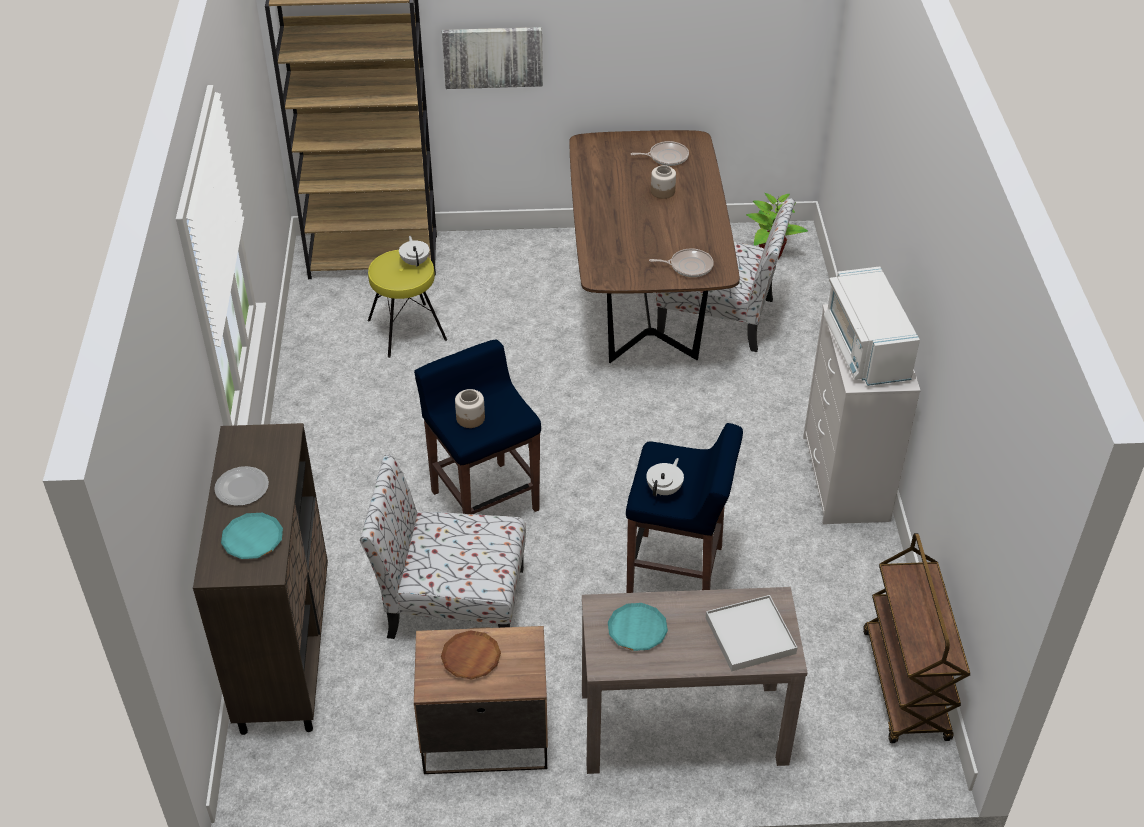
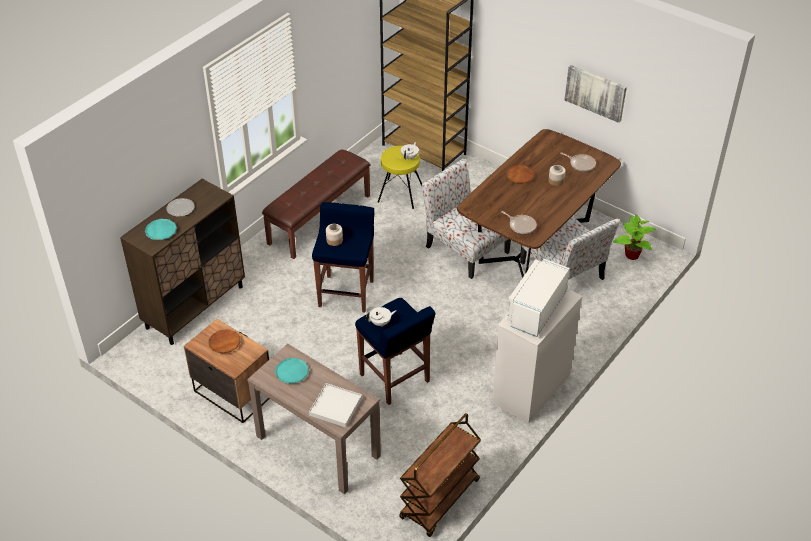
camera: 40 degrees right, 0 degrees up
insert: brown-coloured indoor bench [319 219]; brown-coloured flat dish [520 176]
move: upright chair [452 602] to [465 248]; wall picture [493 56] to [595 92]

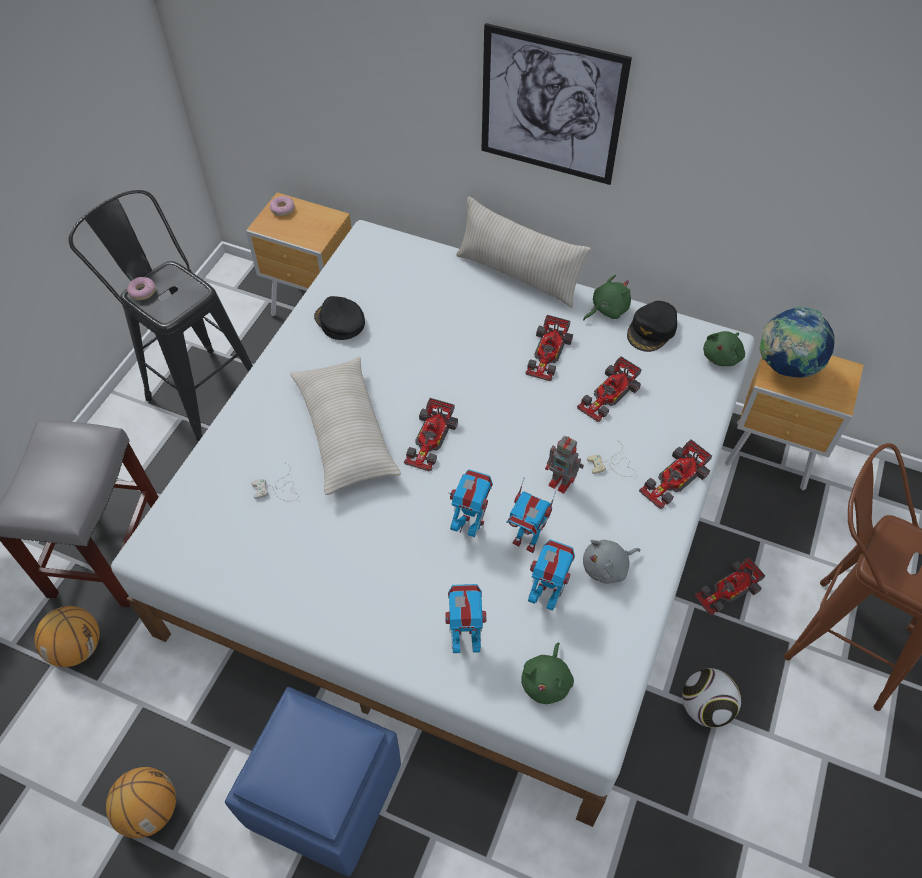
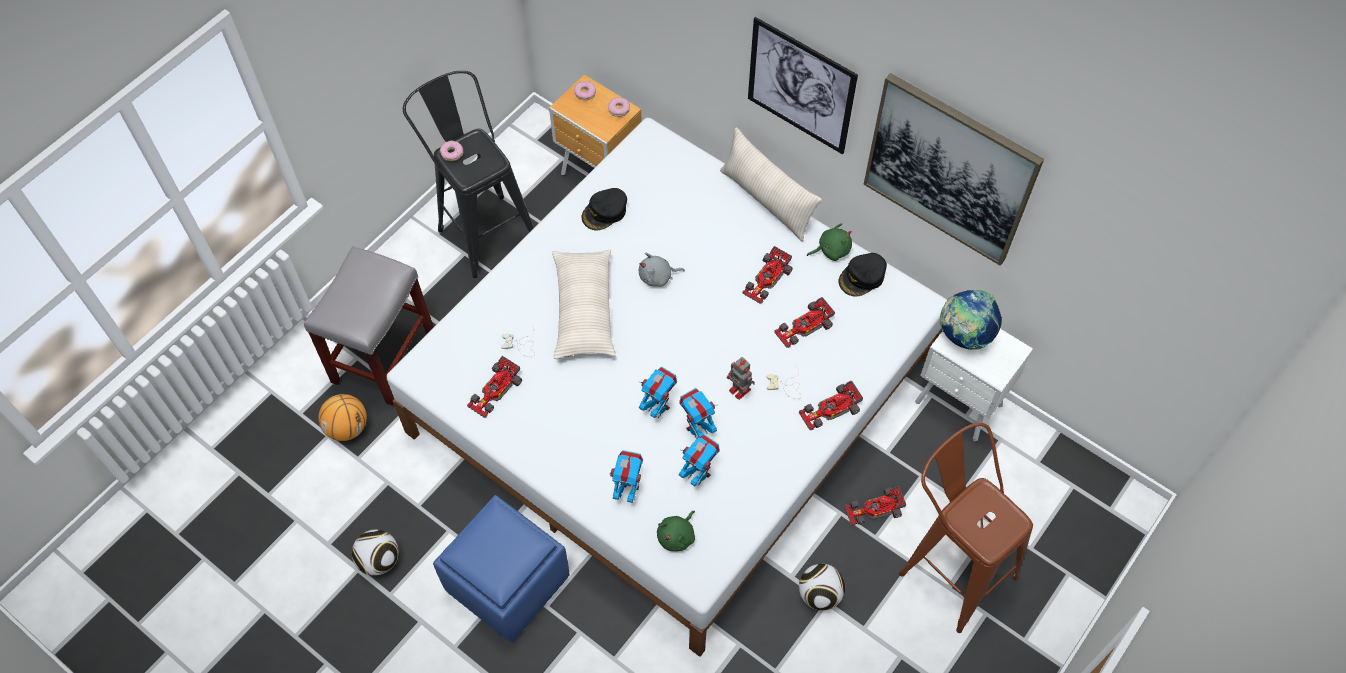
camera: 15 degrees right, 5 degrees up
delete: green-coloured cuddly toy [722 356]
insert: doughnut [619 109]; wall picture [949 169]
move: miniature car [430 440] to [495 390]; greyish cuddly toy [607 567] to [658 277]
replace: ball for basketball [150 810] to ball for football [379 560]
recolor: brown-coloured nightstand [771 458] to whitish nightstand [959 406]
rotate: blackish cap [340 322] = [605 212] 105 degrees counterclockwise; model robot [526 540] = [697 430] 105 degrees clockwise

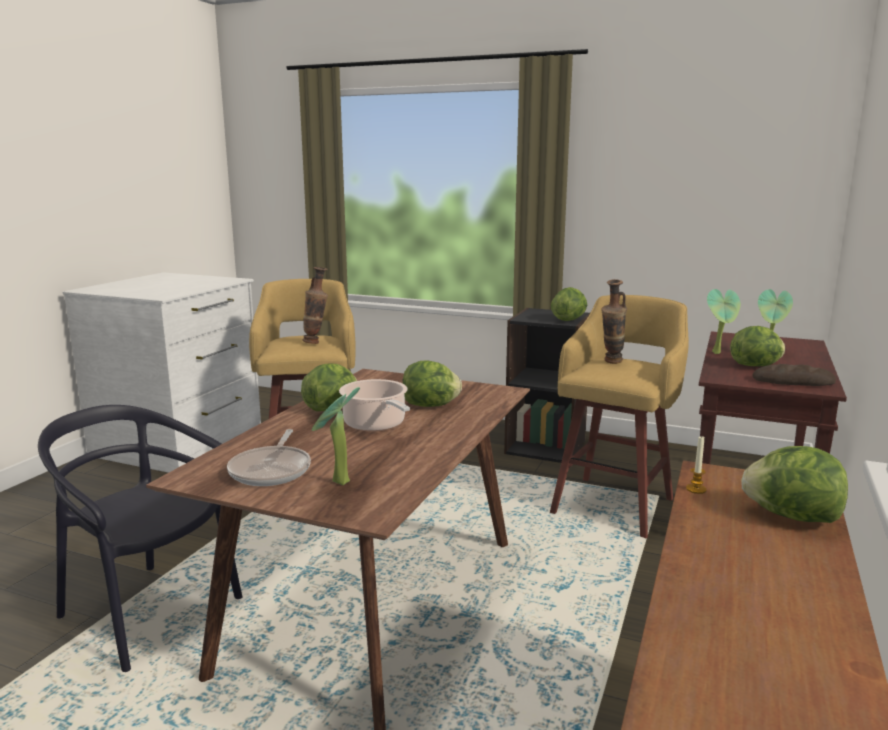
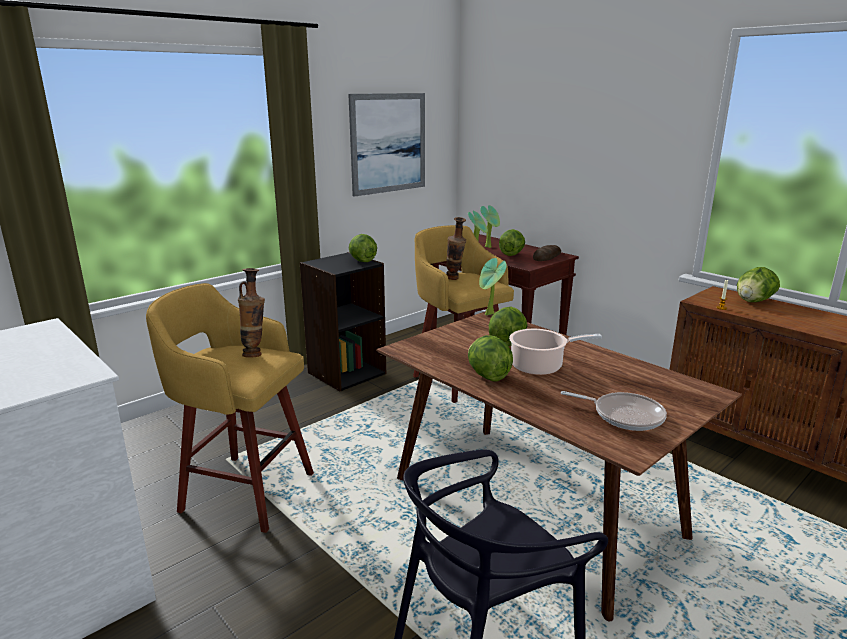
camera: 65 degrees left, 5 degrees up
insert: wall picture [388 143]
move: houseplant [337 483] to [489 315]

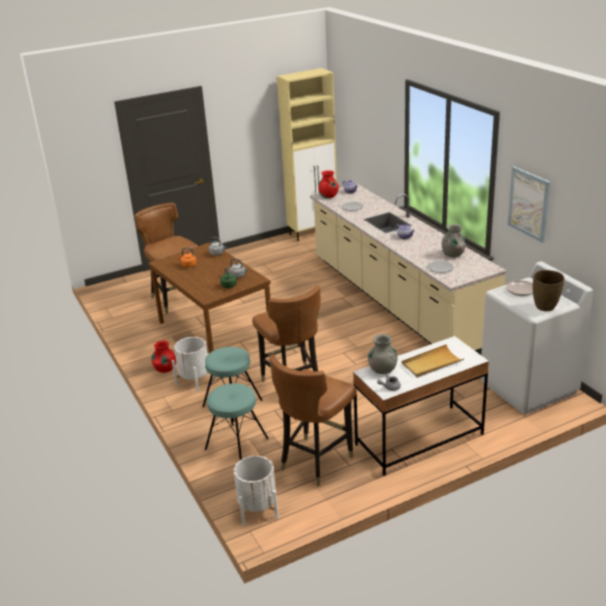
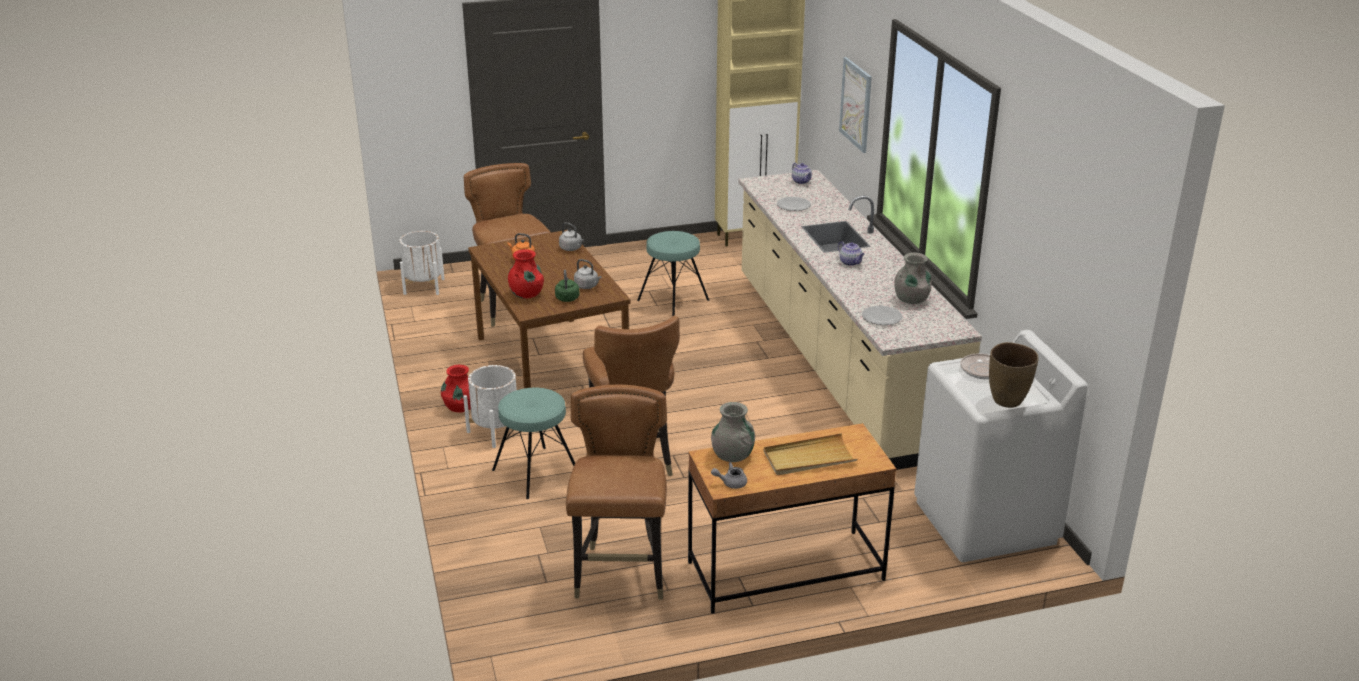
camera: 10 degrees right, 0 degrees up
move: blue-green sitting stool [236 444] to [673 300]; whitish flower pot [258 509] to [424 286]; red-coloured flower vase [328 196] to [526 294]; wall picture [529 204] to [856 104]
recolor: whitish desk table [419 439] to brown-coloured desk table [785 571]
rotate: brown-coloured upright chair [315 461] = [621 575] 135 degrees clockwise

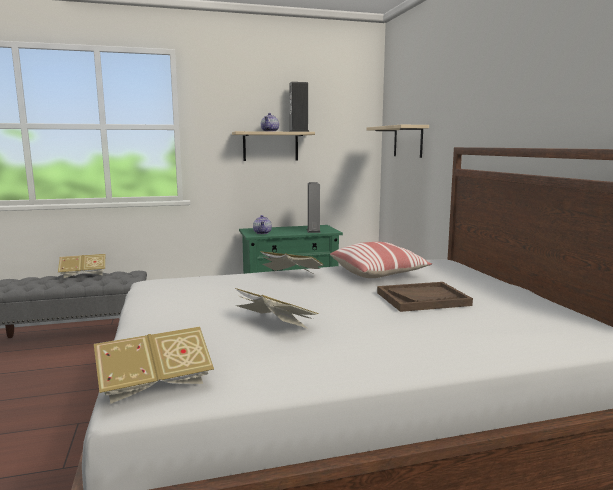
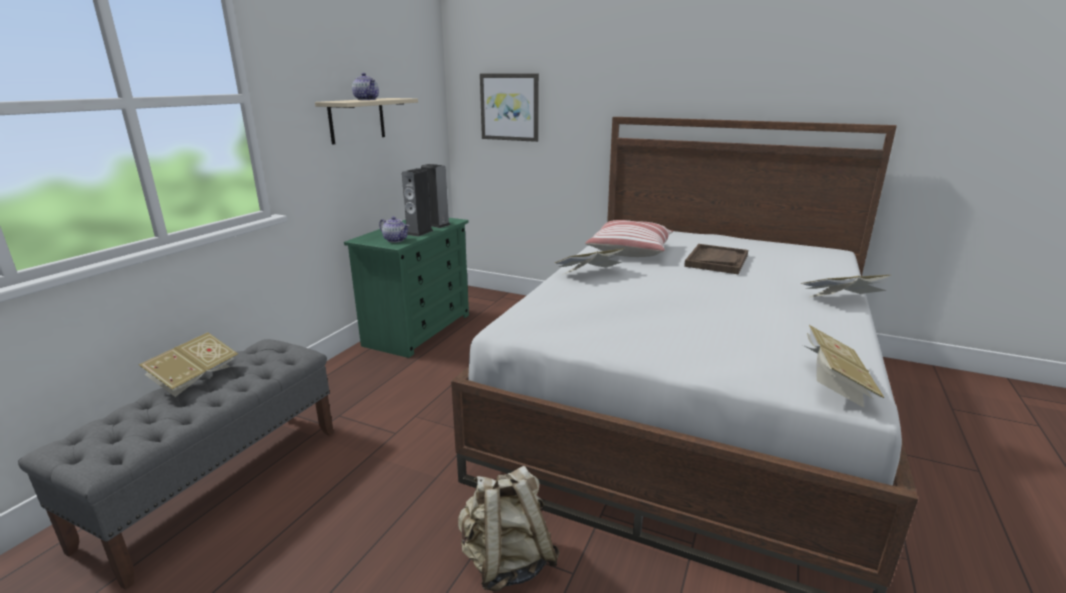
camera: 50 degrees left, 10 degrees up
insert: sand-coloured backpack [506 561]
move: book [274 324] to [842 300]; speaker [298 131] to [419 232]
replace: sand-coloured wall shelf [408 141] to wall picture [510 107]

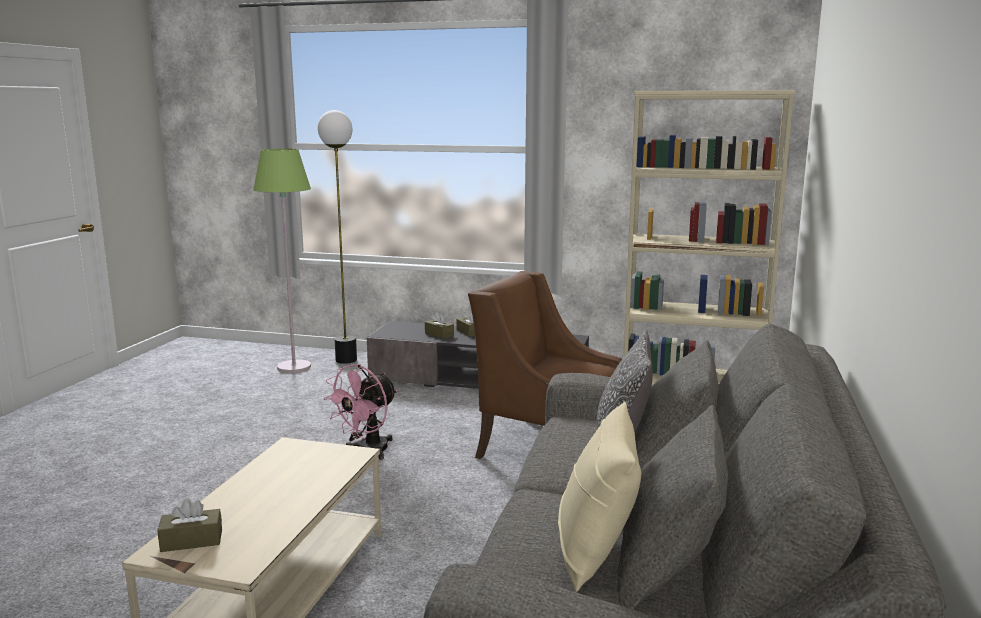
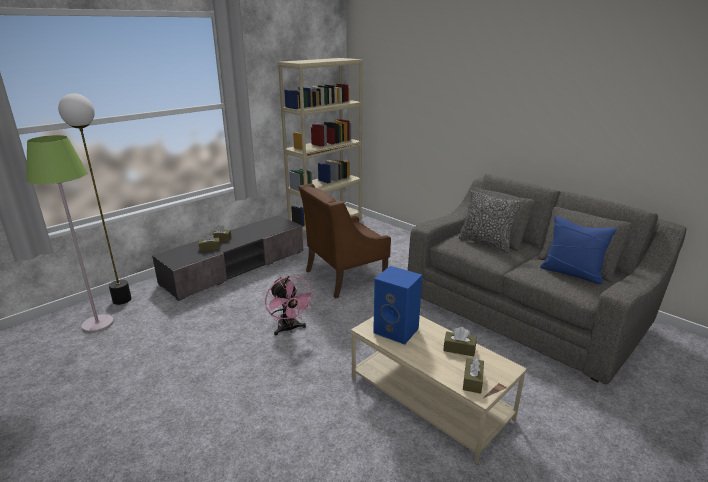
camera: 60 degrees left, 10 degrees up
insert: blue-coloured speaker [397 330]; brown-coloured box of tissues [459 349]
recolor: sand-coloured throw pillow [595 550] to blue-coloured throw pillow [571 273]

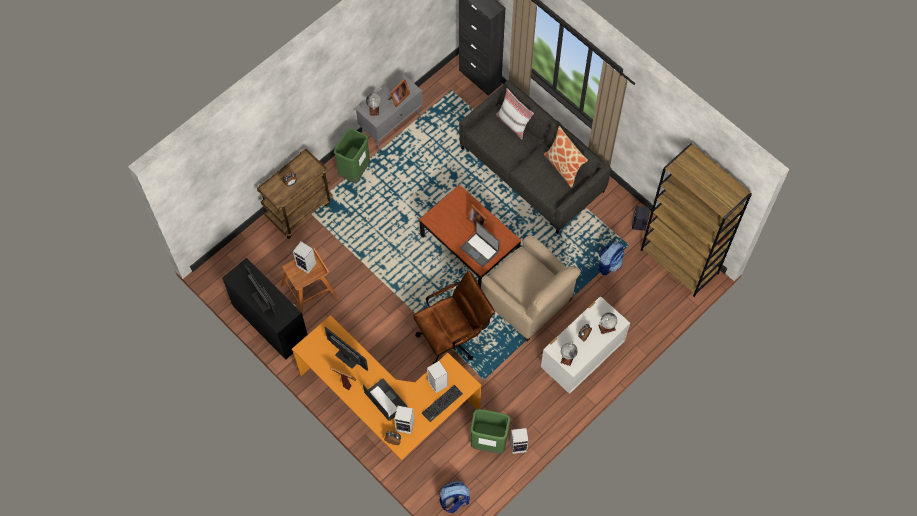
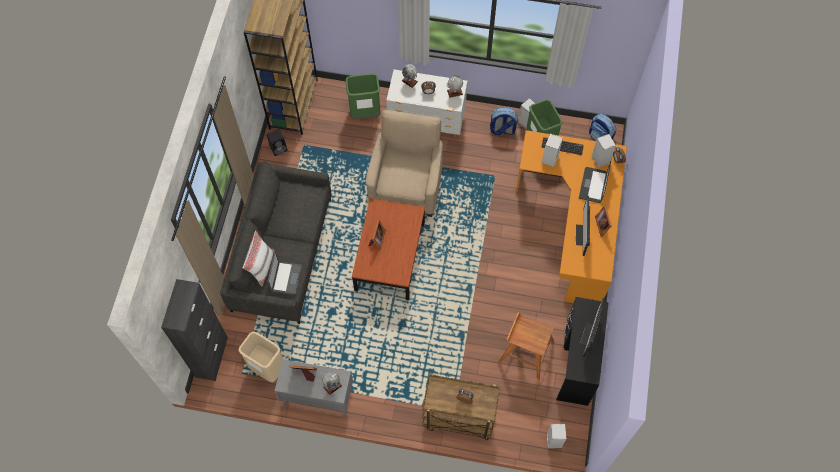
camera: 125 degrees left, 0 degrees up
delete: brown-coloured office chair [453 337]; throw pillow [564 167]
insert: sand-coloured rubbish bin [267 368]
move: speaker [307 265] to [553 439]; green-coloured rubbish bin [354 171] to [365 113]; laptop [480 249] to [285 278]; backpack [609 264] to [502 130]

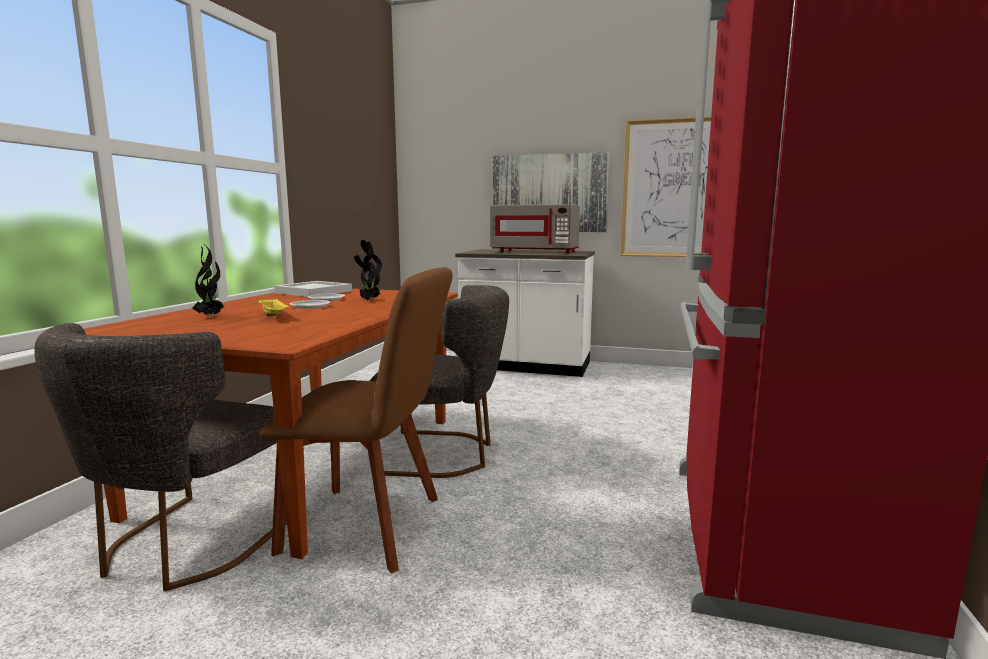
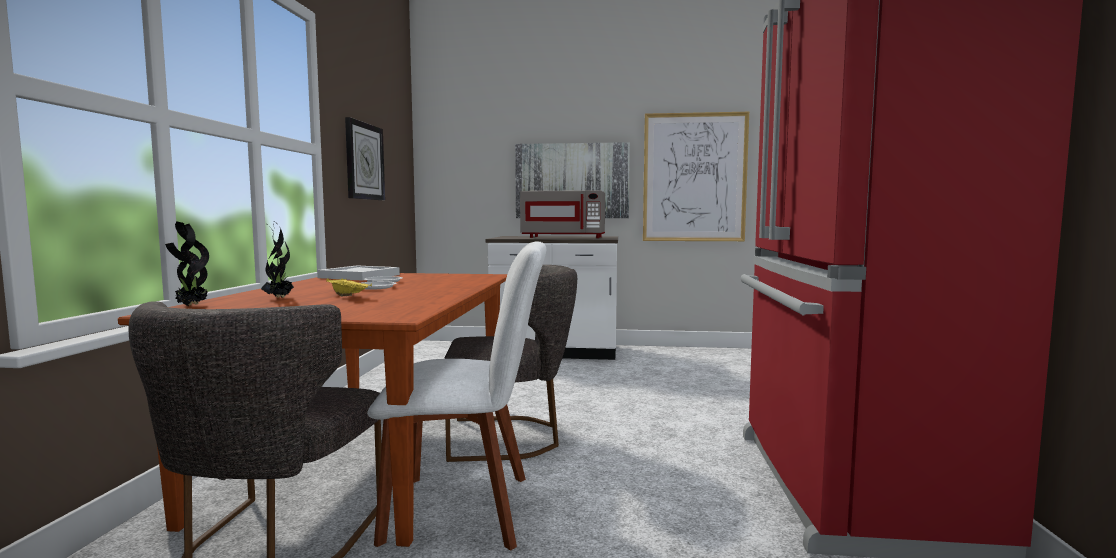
camera: 10 degrees left, 5 degrees down
insert: wall clock [364 161]
move: houseplant [369 300] to [191 306]
recolor: brown-coloured upright chair [370 526] to whitish upright chair [467 509]

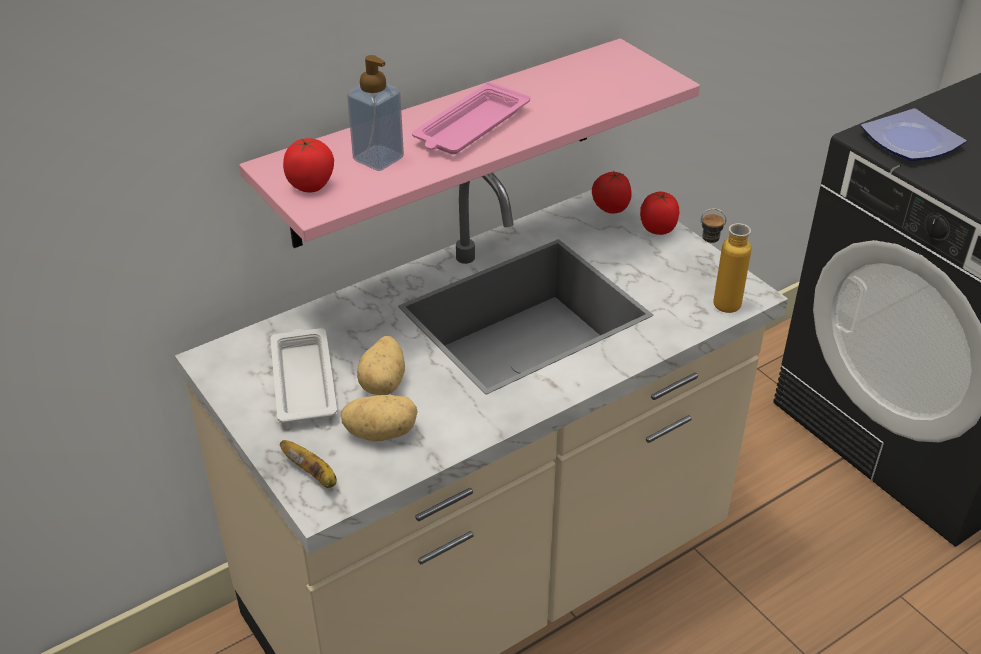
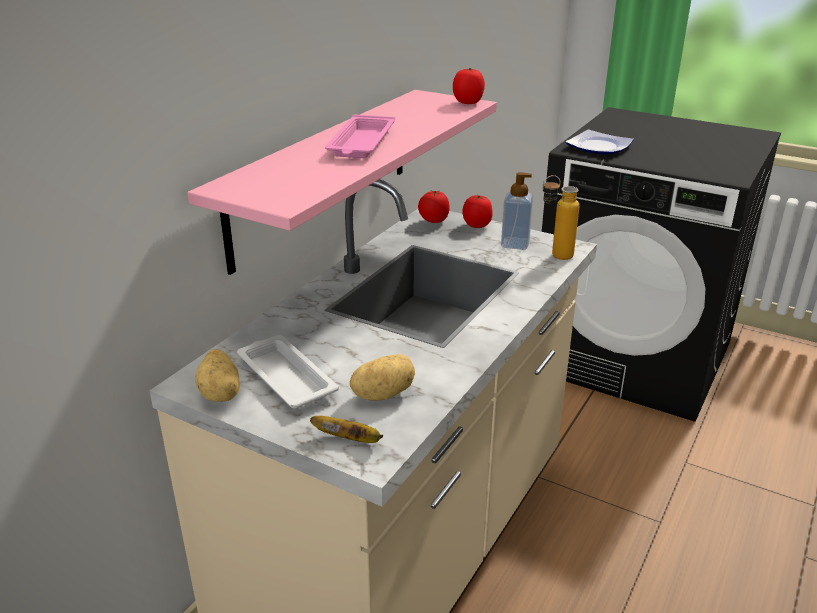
camera: 25 degrees left, 10 degrees down
move: fresh tomato [311 186] to [468 102]; soap dispenser [378 159] to [515 244]; potato [384 383] to [221 393]

